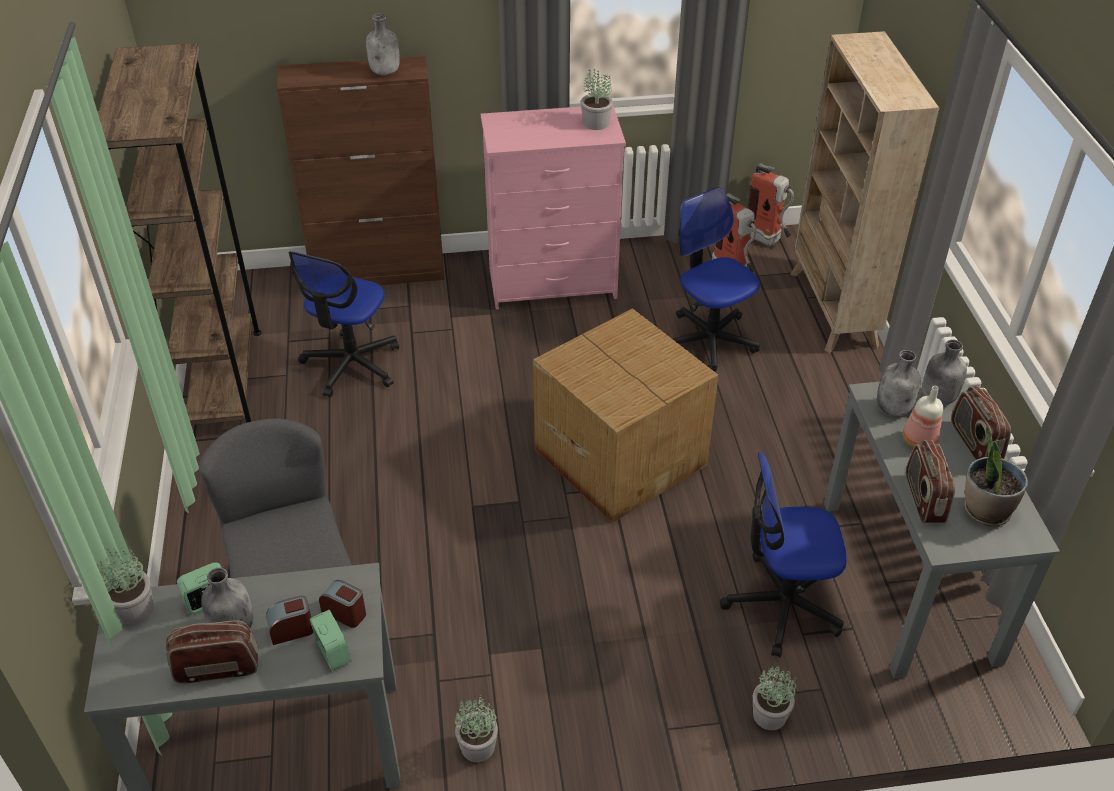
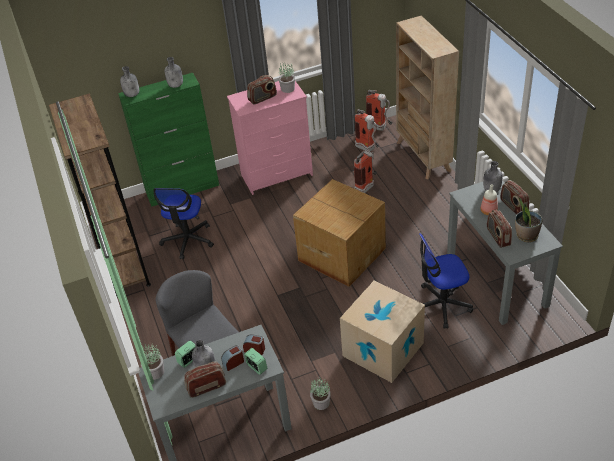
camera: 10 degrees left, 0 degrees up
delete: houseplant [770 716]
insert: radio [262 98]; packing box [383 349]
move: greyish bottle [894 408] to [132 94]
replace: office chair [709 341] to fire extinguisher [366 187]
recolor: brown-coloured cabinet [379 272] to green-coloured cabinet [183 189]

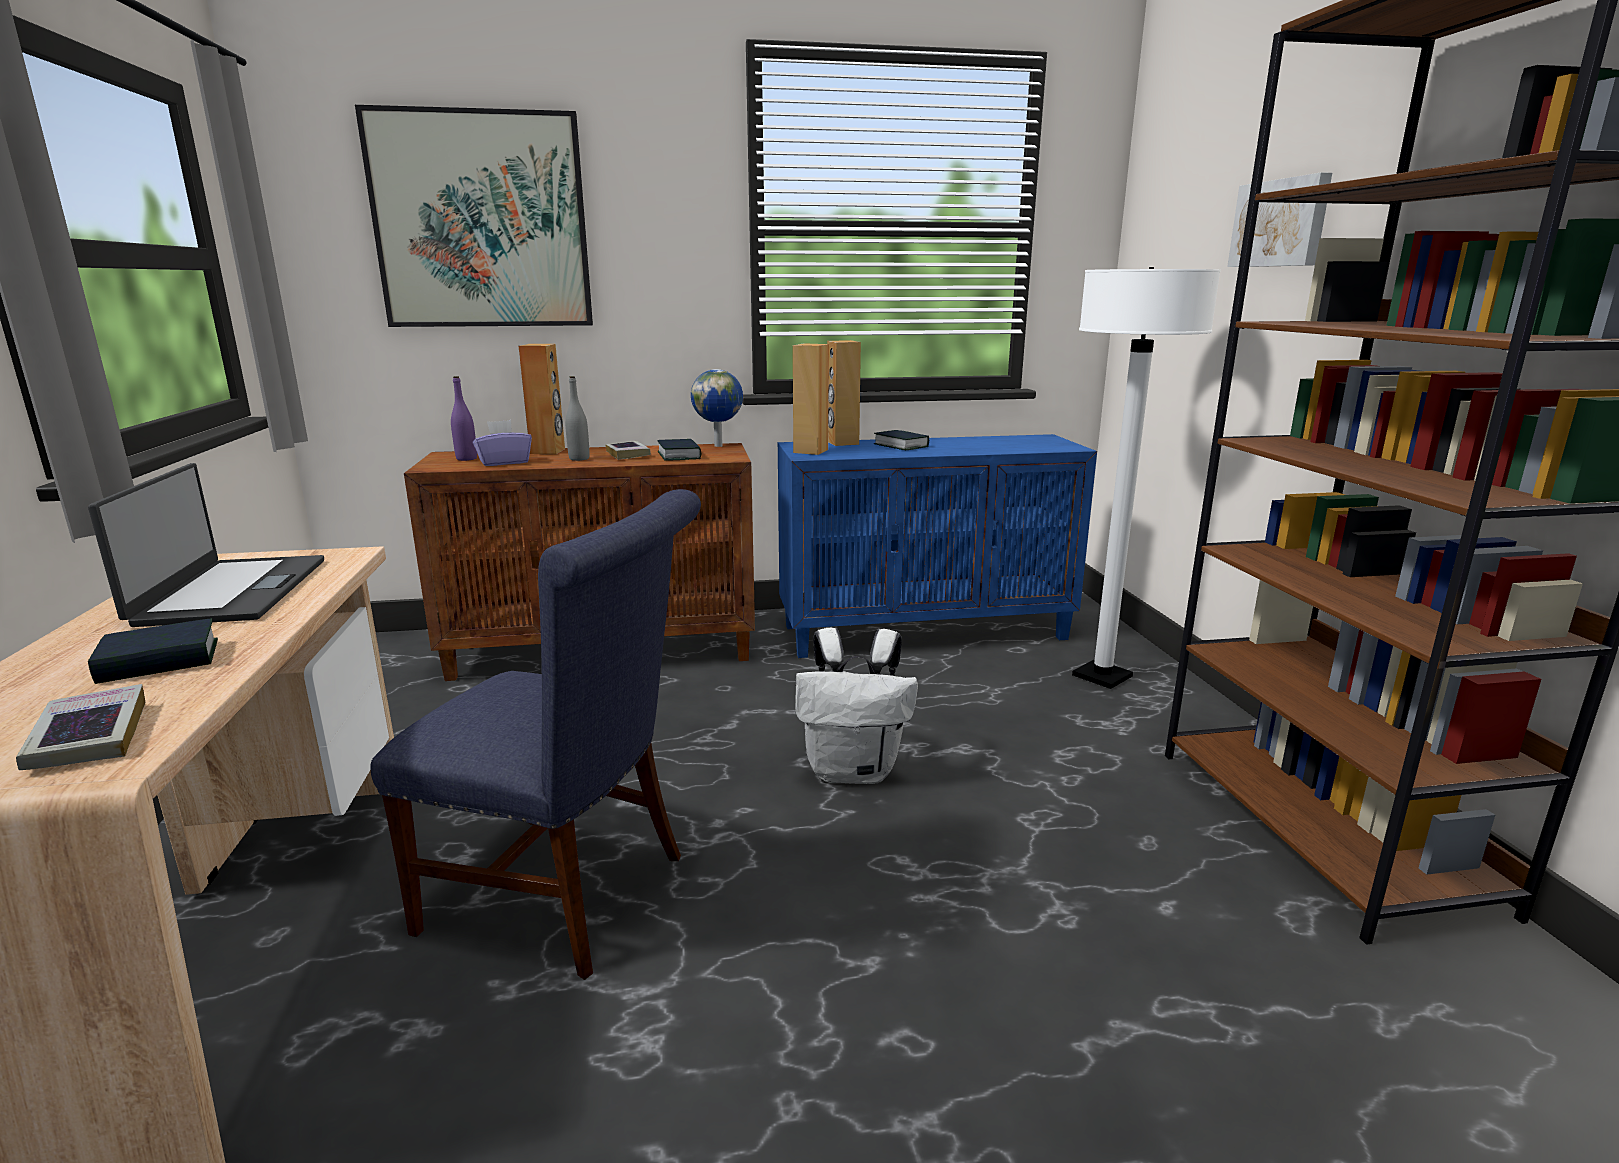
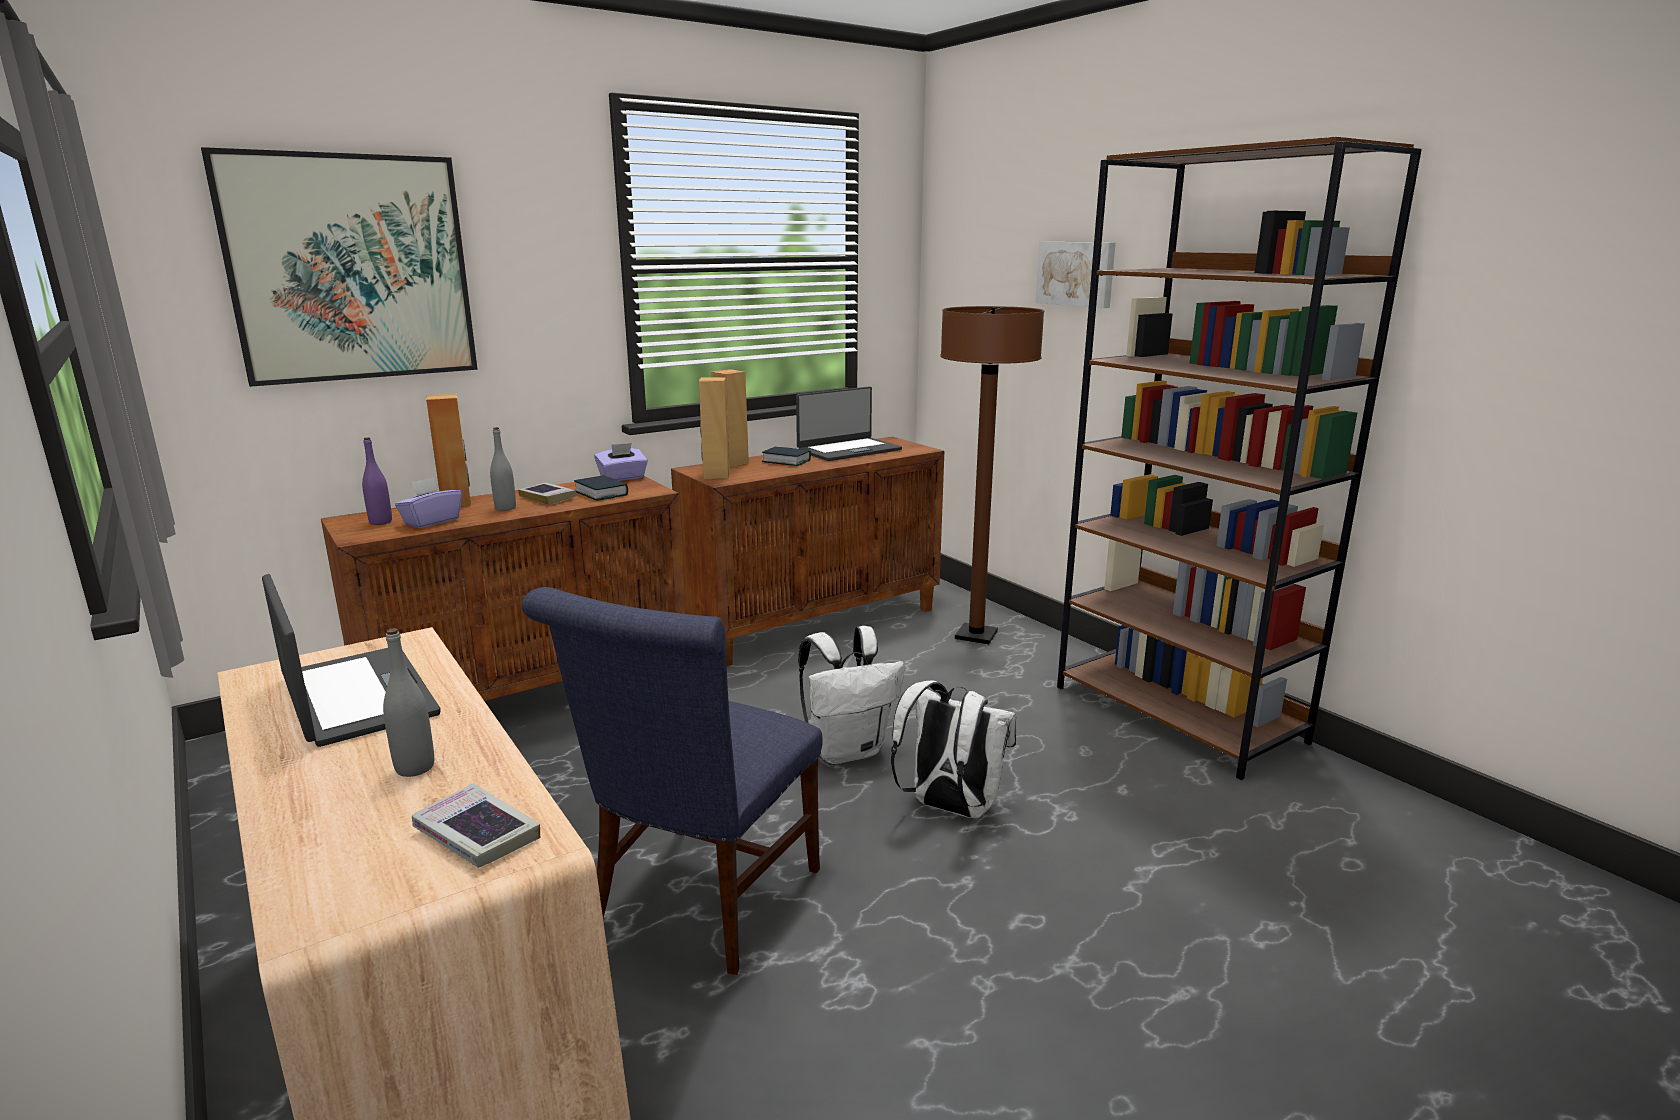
camera: 25 degrees left, 0 degrees up
insert: laptop [848 450]; whitish backpack [949 808]
replace: book [160 662] to greyish bottle [415 768]; globe [719 445] to purple-coloured box of tissues [623 478]
recolor: blue-coloured cabinet [925 632] to brown-coloured cabinet [815 623]; whitish standing lamp [1102 676] to brown-coloured standing lamp [976 635]
rotate: blue-coloured upright chair [570 894] = [699 904] 120 degrees clockwise

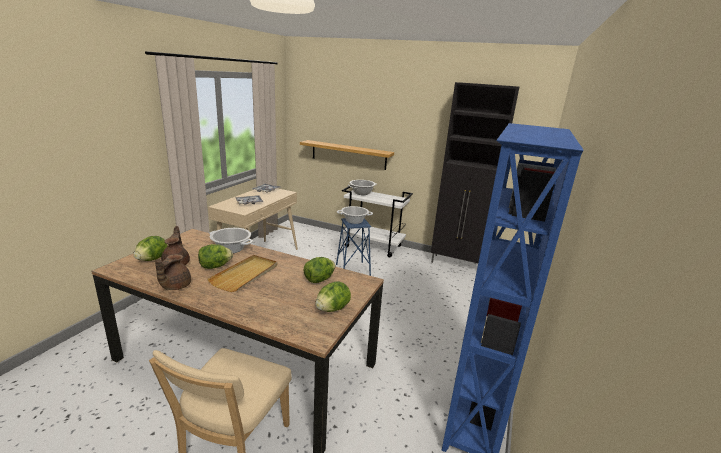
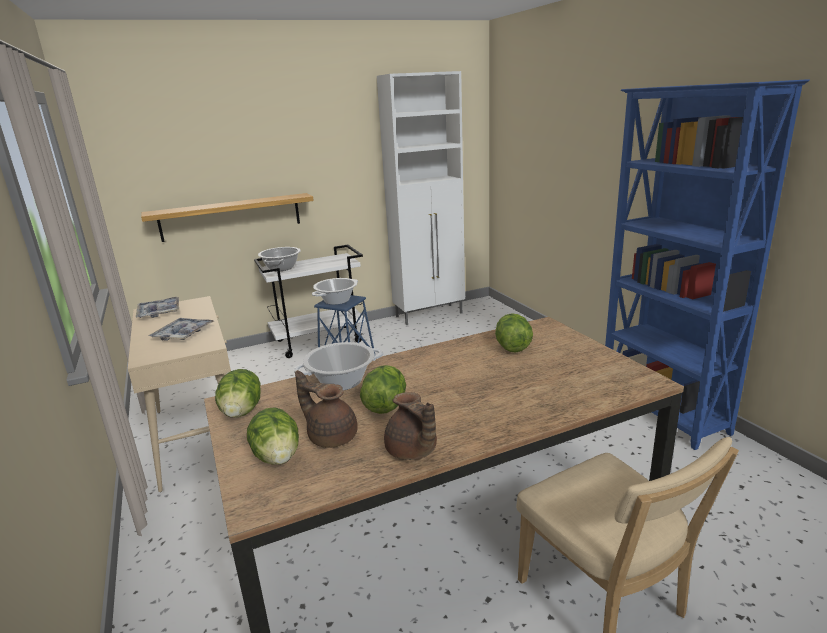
camera: 45 degrees left, 0 degrees up
delete: sand-coloured serving tray [245 275]
move: lettuce head [332 309] to [241 412]
recolor: blackish cabinet [457 264] to whitish cabinet [430 314]

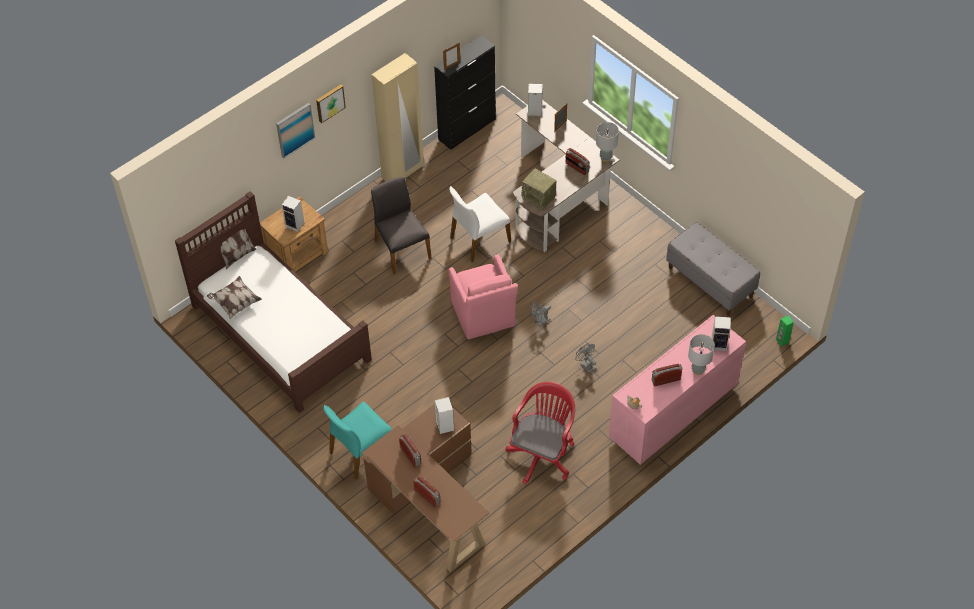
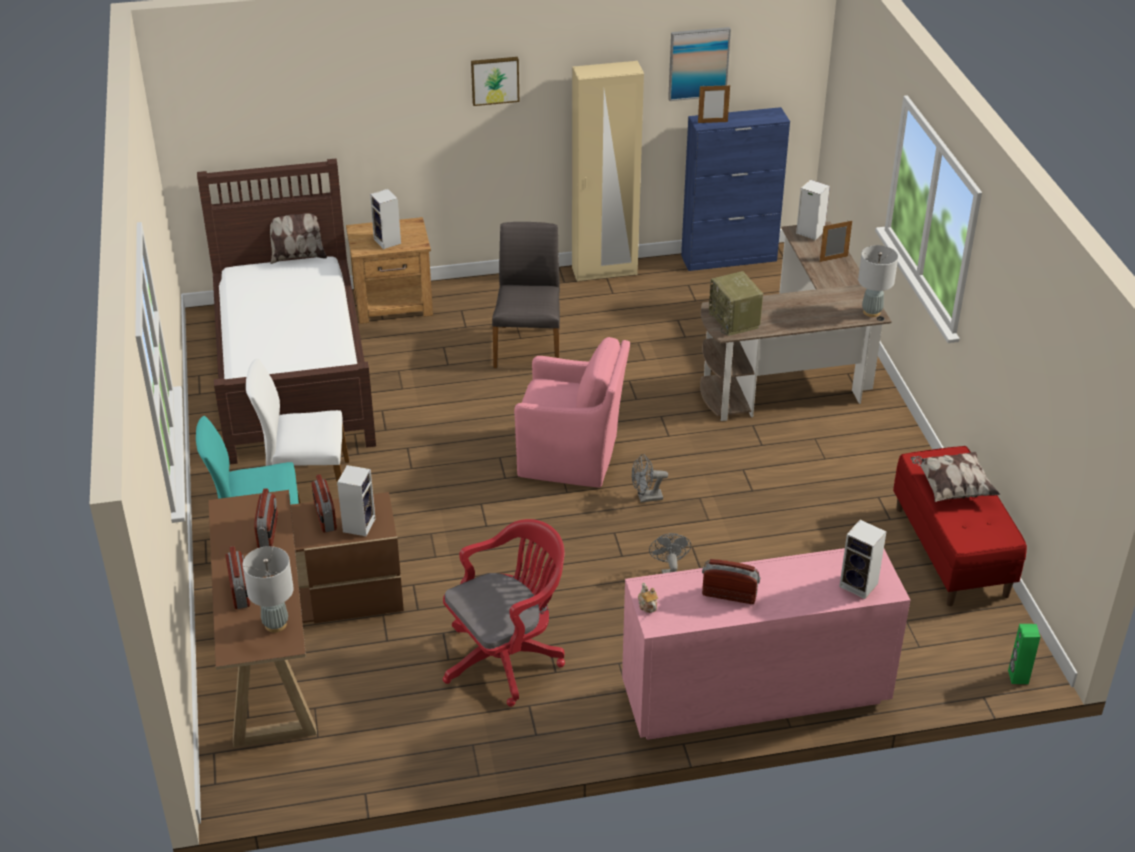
camera: 30 degrees right, 15 degrees down
move: throw pillow [235 302] to [952 488]; wall picture [295 129] to [698 63]; whitish upright chair [479 239] to [306 485]; radio [577 167] to [325 517]; greyish tabletop lamp [697 370] to [275 624]
recolor: blackish cabinet [467 129] to blue-coloured cabinet [729 258]; greyish indoor bench [710 281] to red-coloured indoor bench [951 551]
rotate: pinkish lounge chair [483 315] = [571 458] 90 degrees counterclockwise

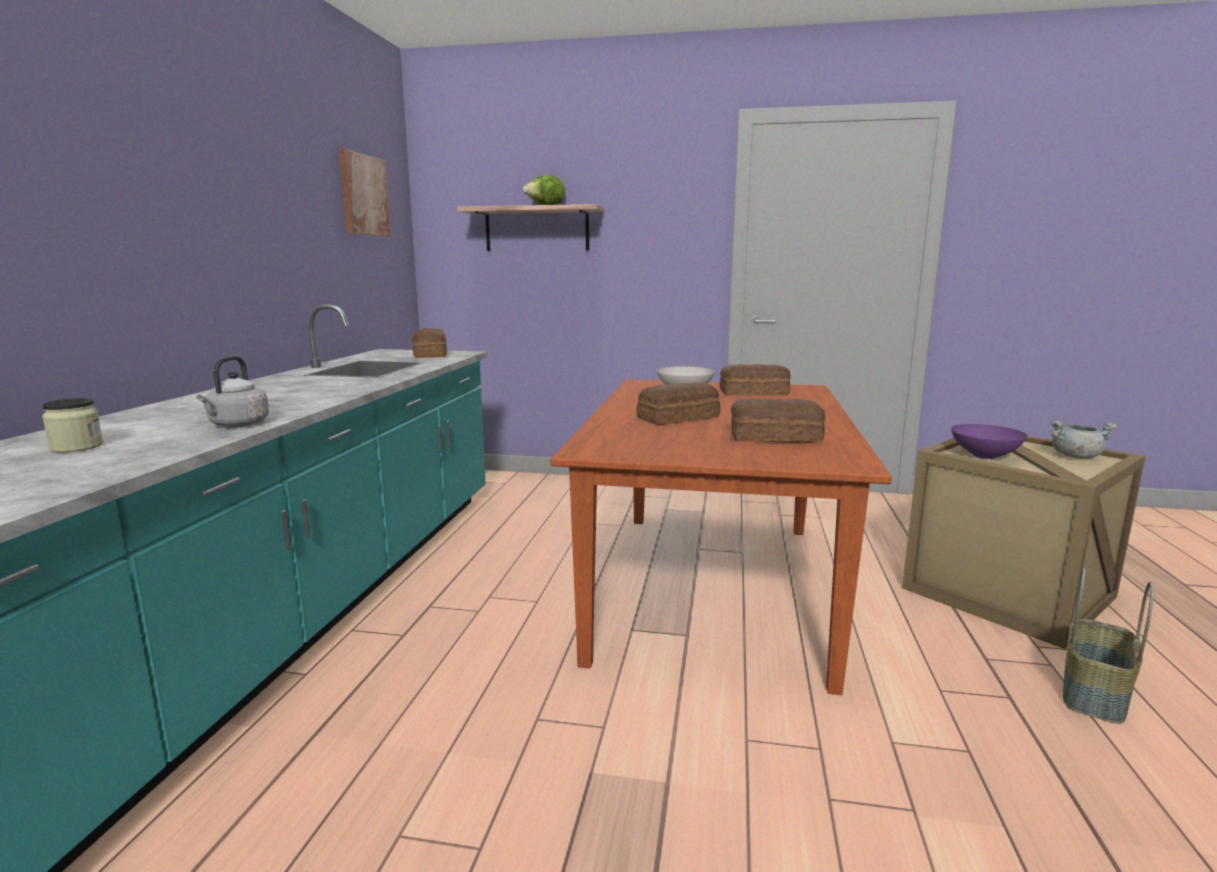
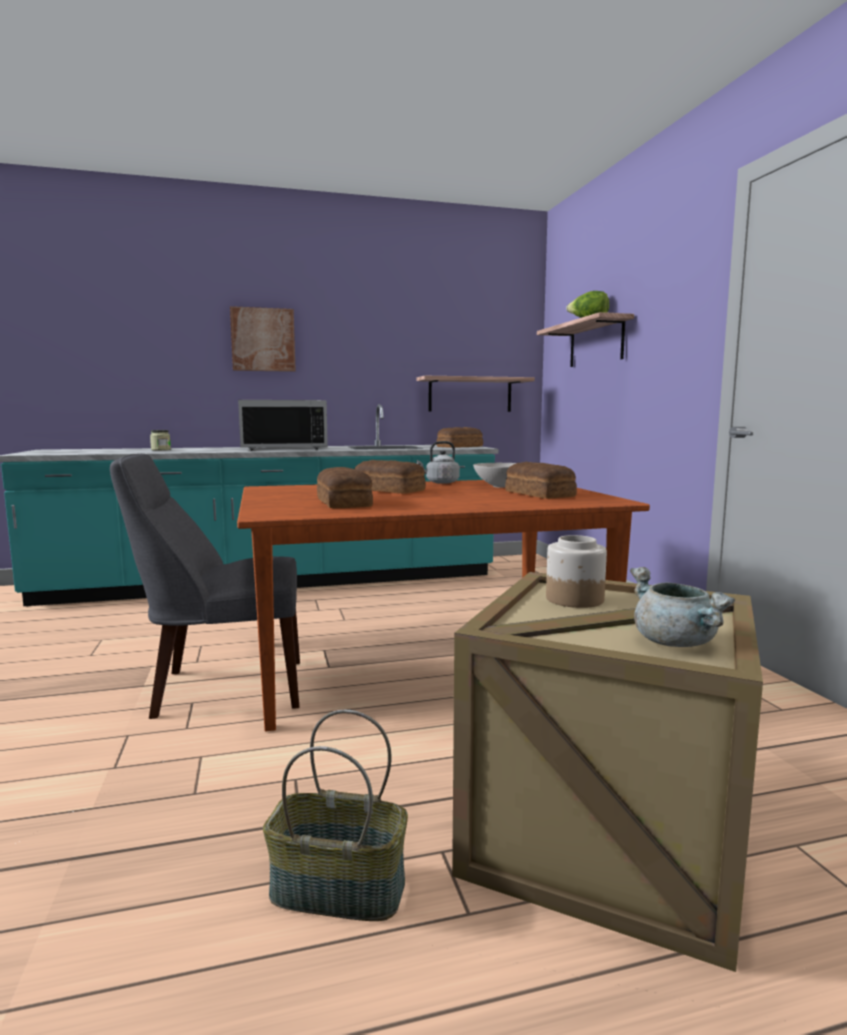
camera: 65 degrees right, 5 degrees down
insert: greyish upright chair [223 688]; blackish microwave oven [285 448]; wall shelf [470 394]
move: greyish tea kettle [237 425] to [440 482]; wall picture [363 195] to [263 340]
replace: purple-coloured deep dish [984 456] to storage jar [573 599]

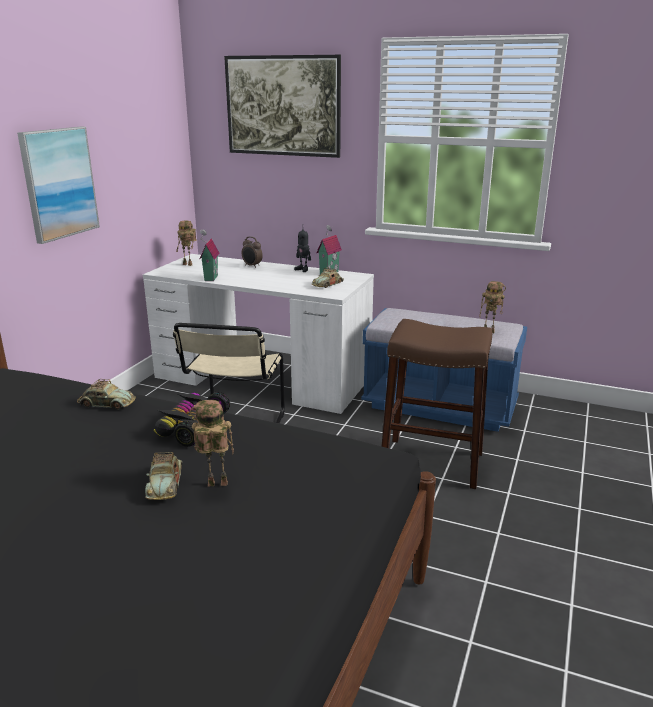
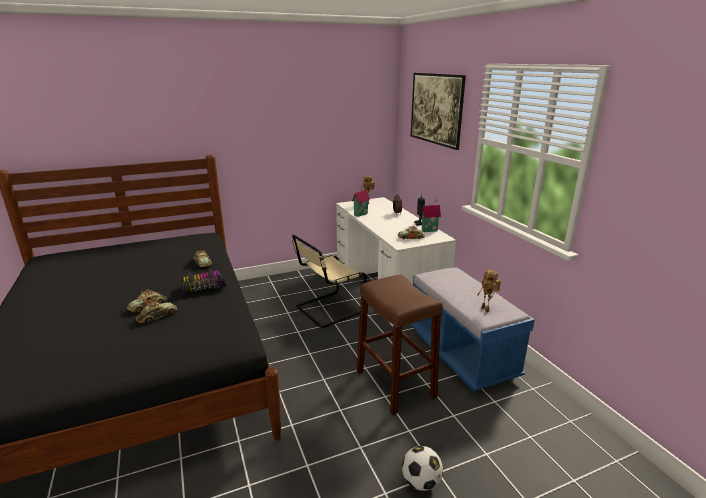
camera: 45 degrees right, 0 degrees up
delete: wall picture [59 183]
insert: ball for football [421 482]
replace: model robot [215 485] to miniature car [157 316]

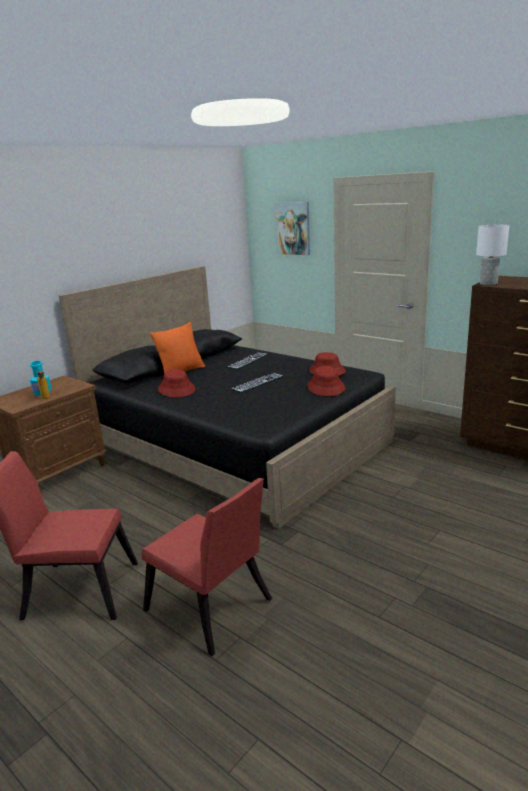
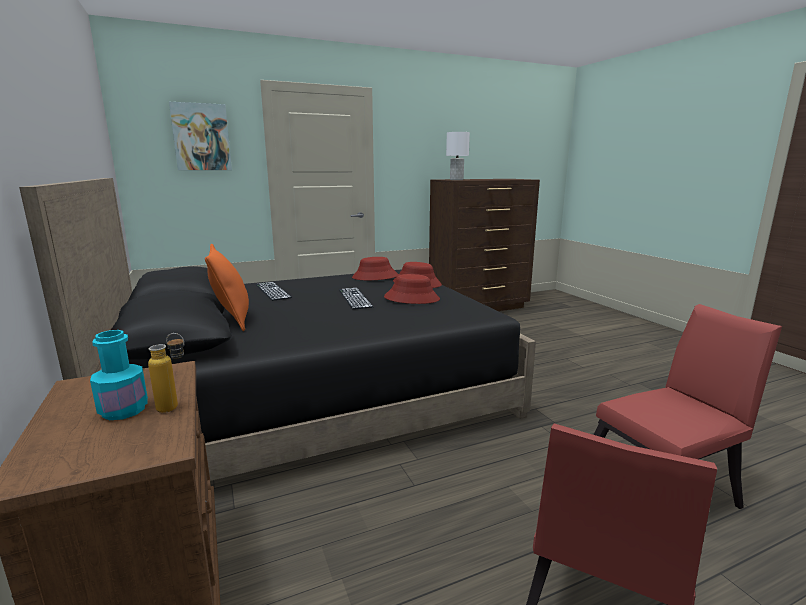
camera: 65 degrees left, 5 degrees down
move: red-coloured clothing hat [177 389] to [412 298]

